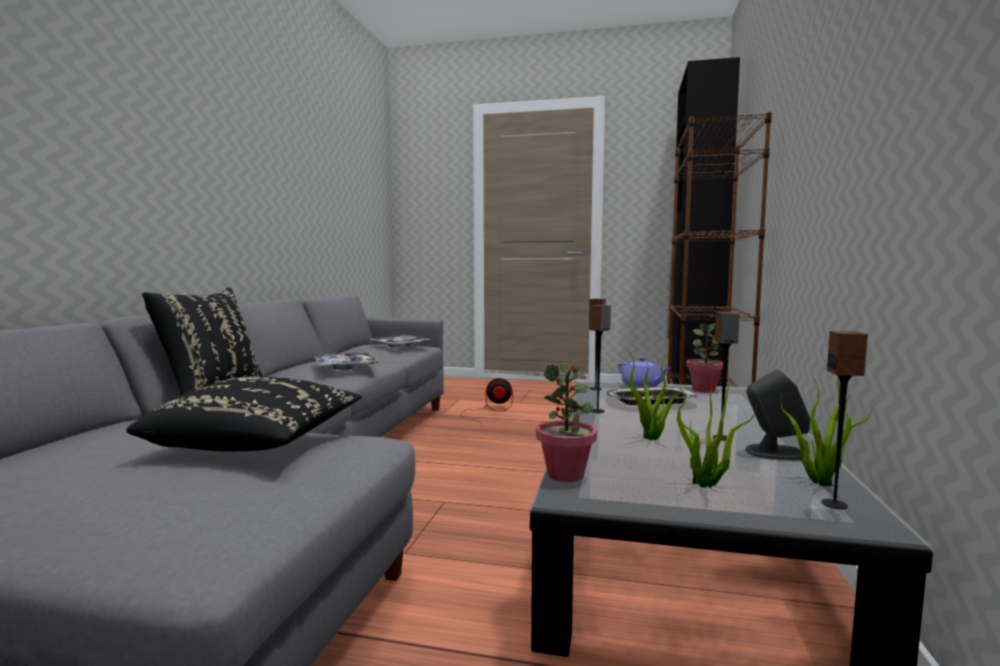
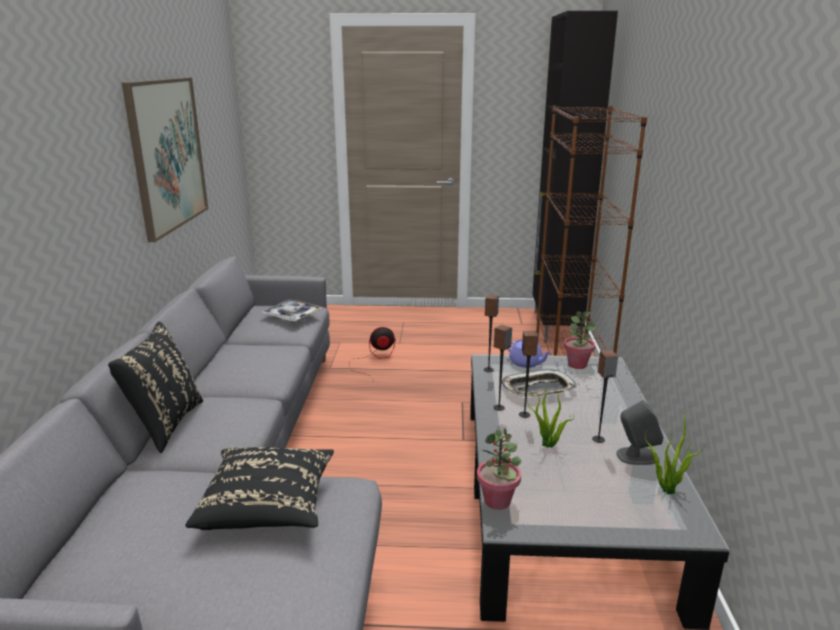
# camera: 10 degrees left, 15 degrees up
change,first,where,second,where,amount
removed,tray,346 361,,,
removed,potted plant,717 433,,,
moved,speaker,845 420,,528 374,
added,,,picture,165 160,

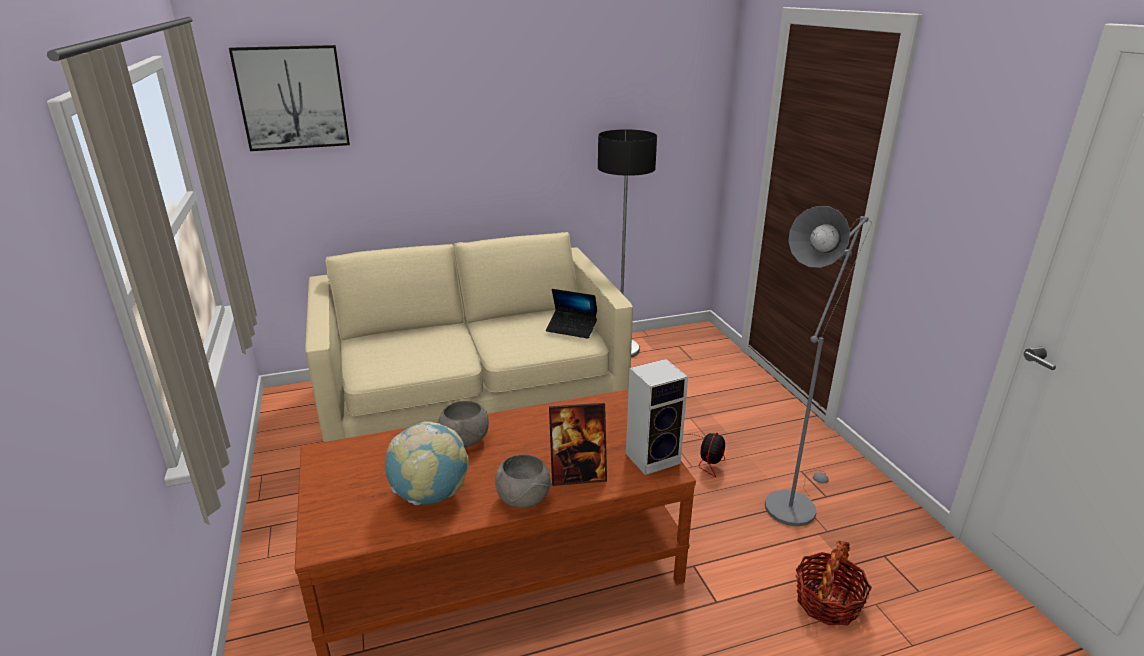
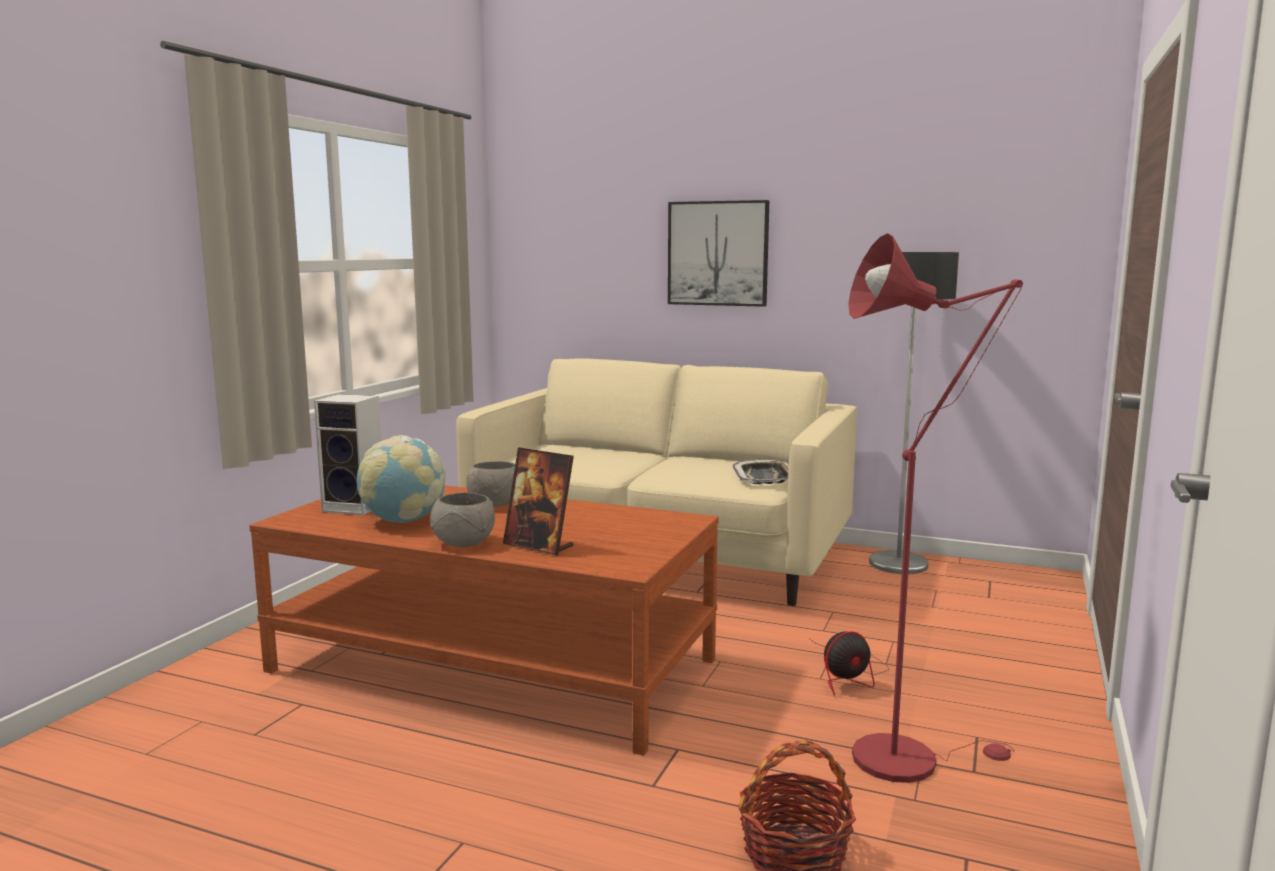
# camera: 40 degrees right, 15 degrees down
change,first,where,second,where,amount
moved,picture,289 98,,718 253,
replaced,laptop,571 314,tray,761 471,
moved,speaker,657 417,,347 454,
recoloured,floor lamp (grey),818 366,floor lamp (red),935 508,

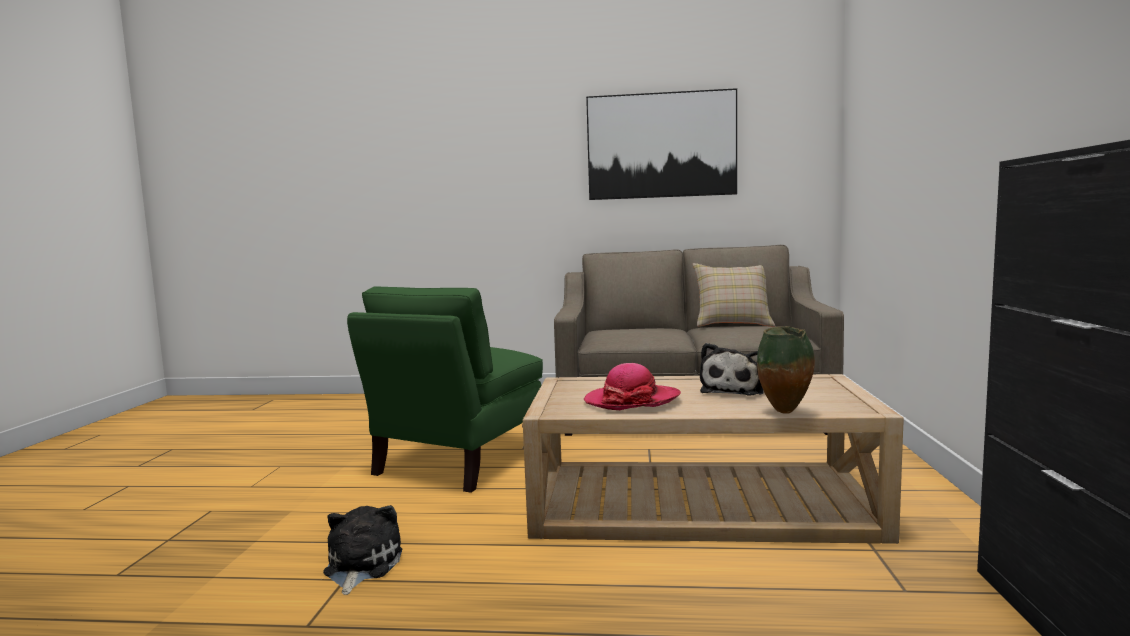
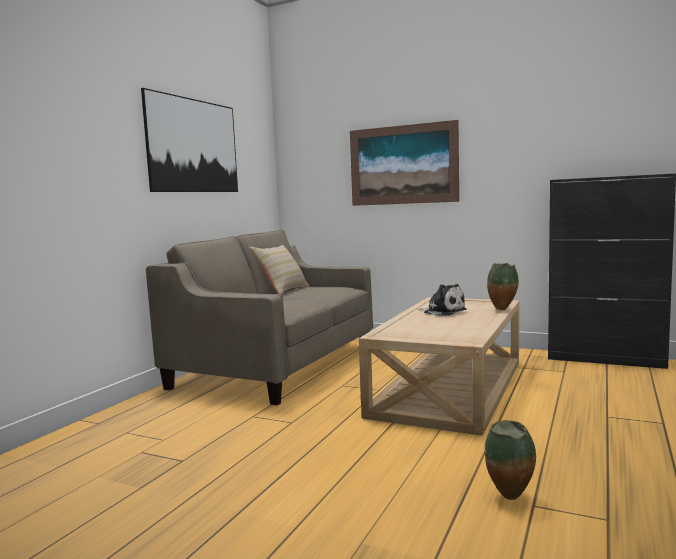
# camera: 70 degrees left, 0 degrees up
change,first,where,second,where,amount
replaced,plush toy,362 550,vase,510 460,
removed,armchair (green),445 389,,,
removed,hat,632 386,,,
added,,,picture,404 163,

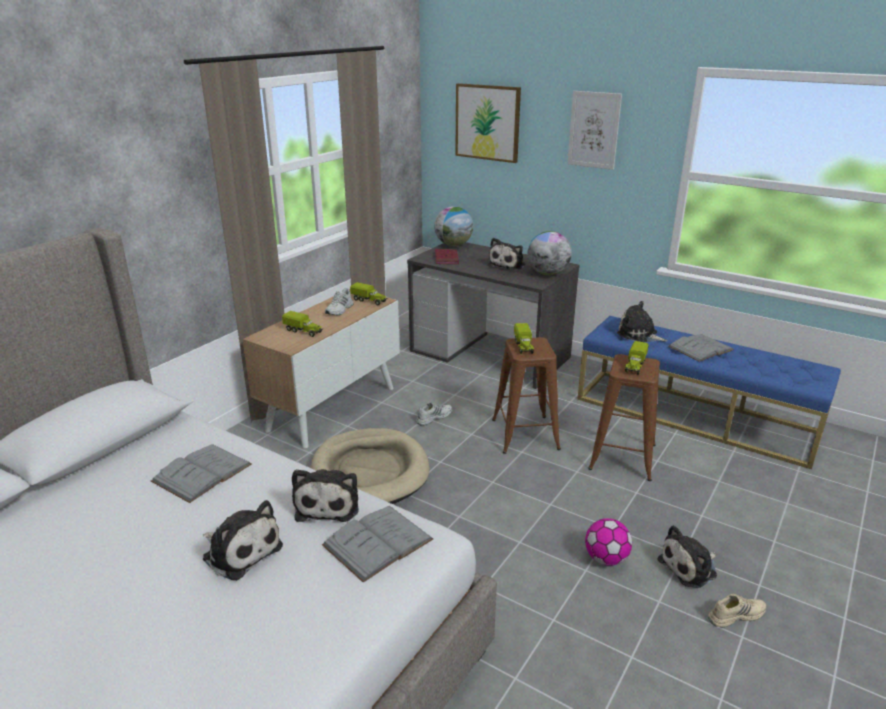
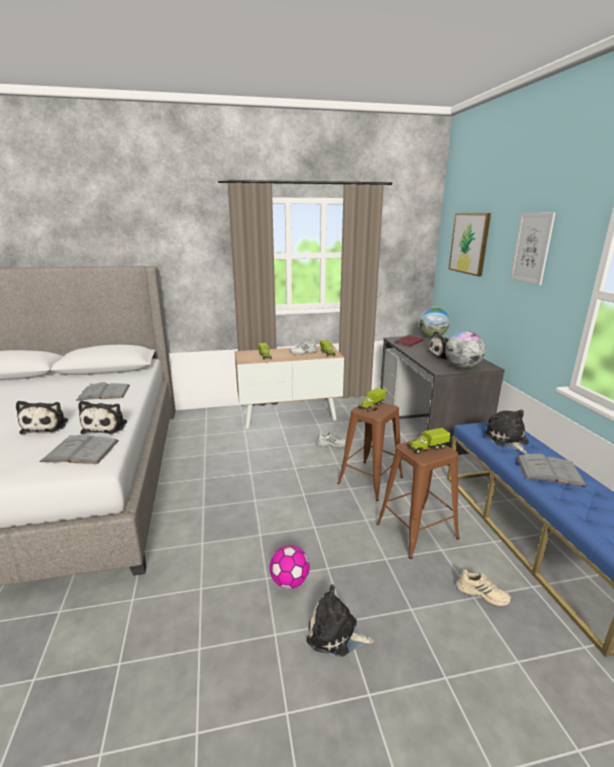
# camera: 45 degrees right, 5 degrees down
change,first,where,second,where,amount
turned,plush toy,325 495,,102 417,45 degrees counterclockwise
removed,dog bed (beige),370 466,,,
moved,shoe (beige),737 611,,483 588,

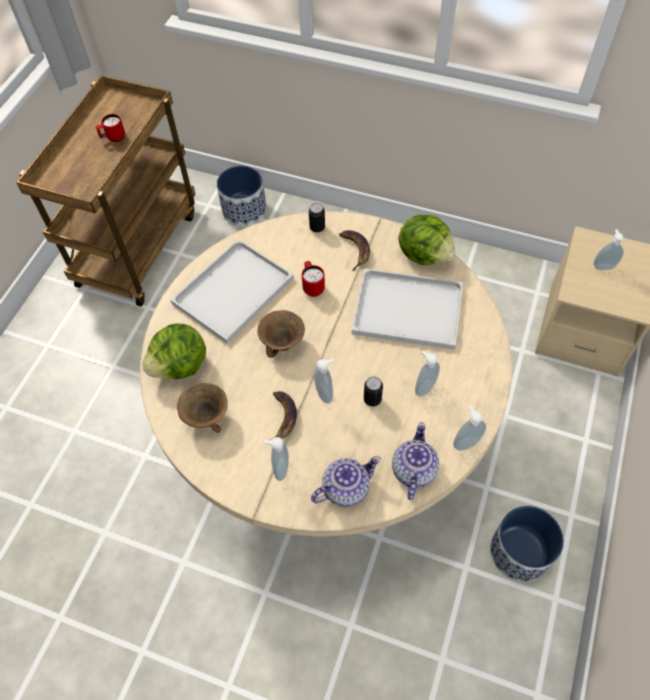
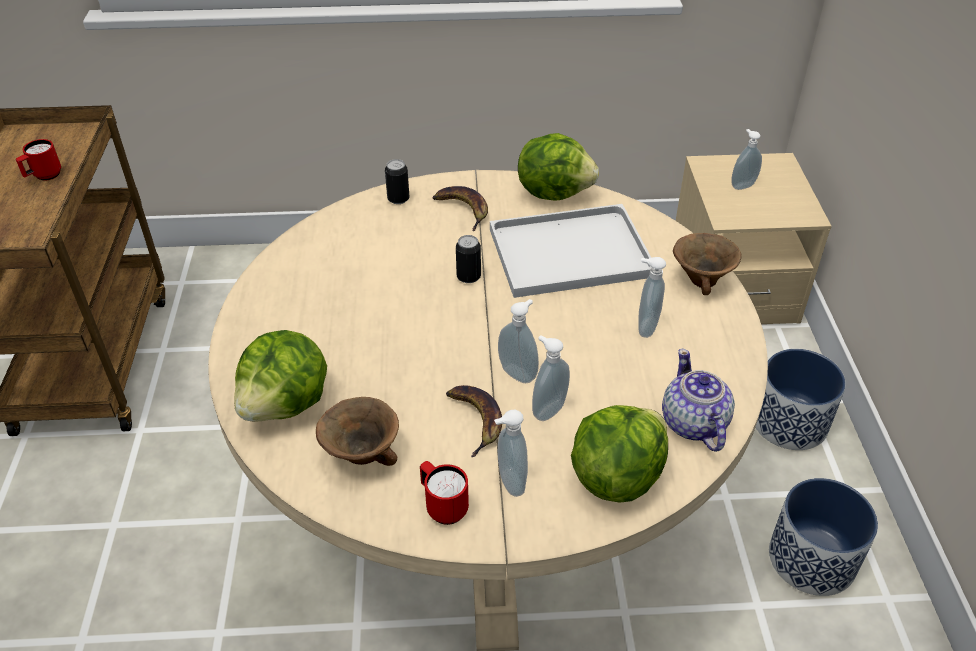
# camera: 25 degrees left, 15 degrees down
change,first,where,second,where,amount
removed,tray (white),232 291,,,
moved,planter,241 195,,800 399,
moved,bowl (brown),281 334,,707 264,
moved,mug (red),313 279,,444 493,
replaced,teapot,346 481,lettuce,619 453,
moved,can,373 391,,468 259,
moved,soap dispenser,469 428,,551 378,

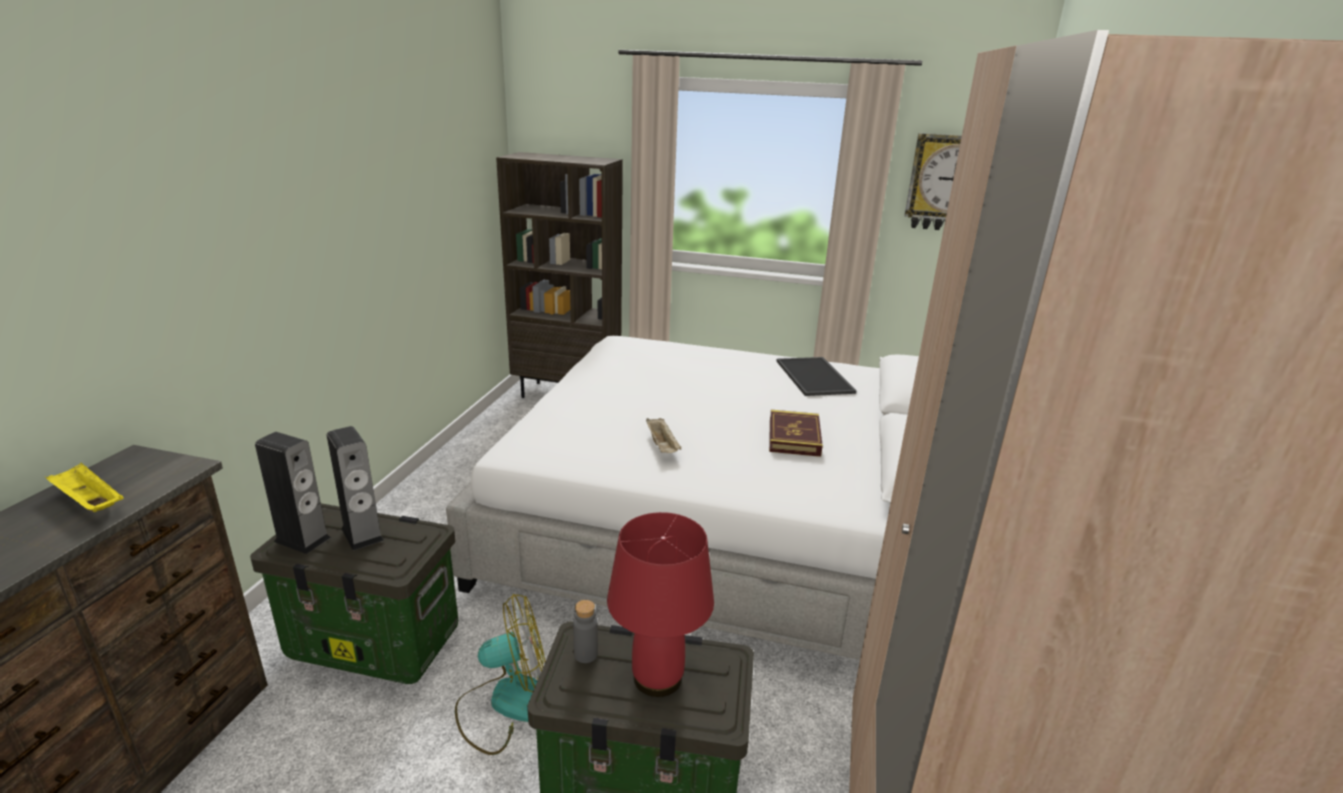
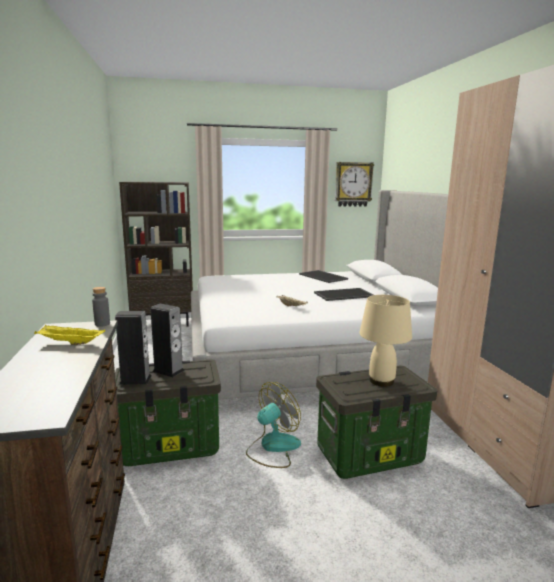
# camera: 25 degrees left, 10 degrees down
change,first,where,second,where,amount
moved,bottle (grey),585 631,,101 307,
recoloured,table lamp (red),660 604,table lamp (beige),386 341,
replaced,book,796 433,tray,343 294,

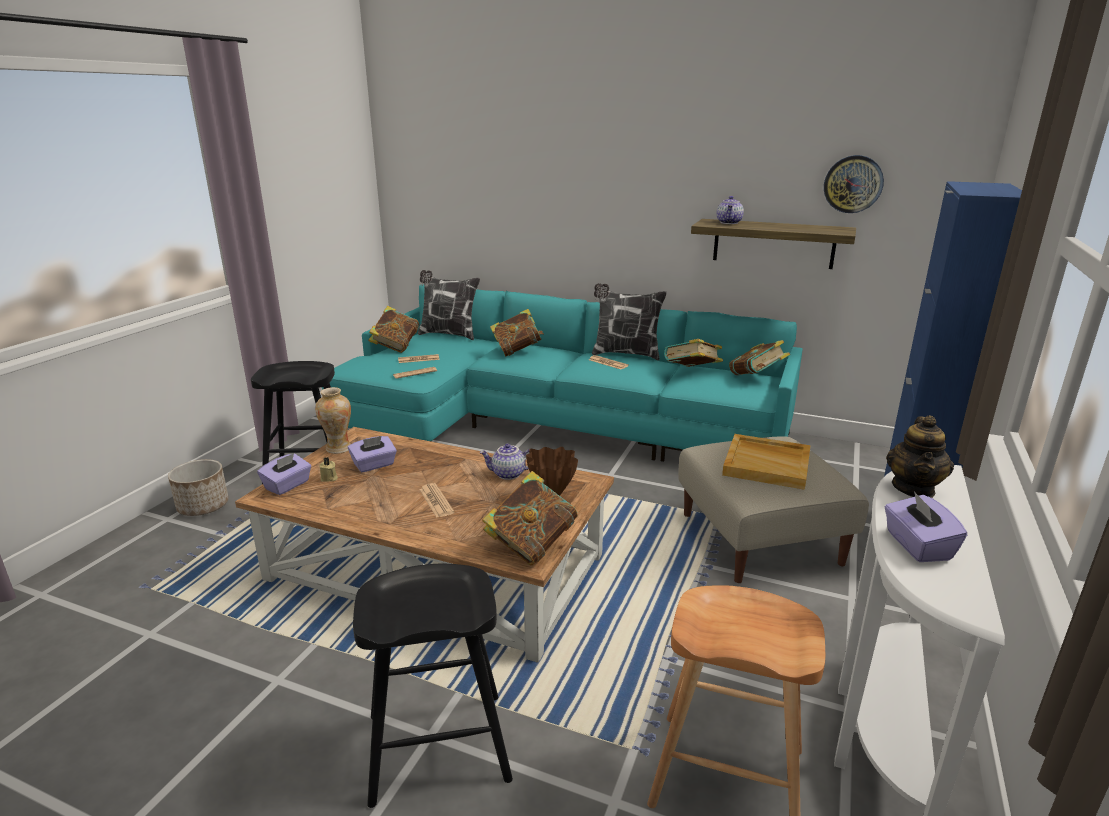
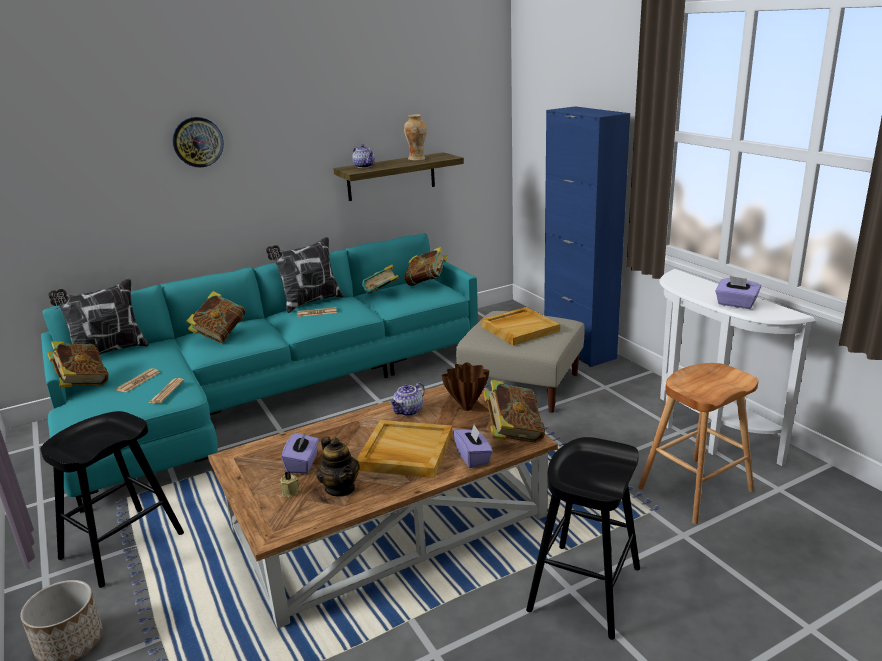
# camera: 50 degrees left, 0 degrees up
change,first,where,second,where,amount
moved,tissue box (purple),284 474,,473 446,
moved,vase,333 420,,415 137,
replaced,newspaper,436 500,tray (beige),404 449,
moved,wall clock,854 184,,198 142,
moved,teapot,920 456,,337 466,

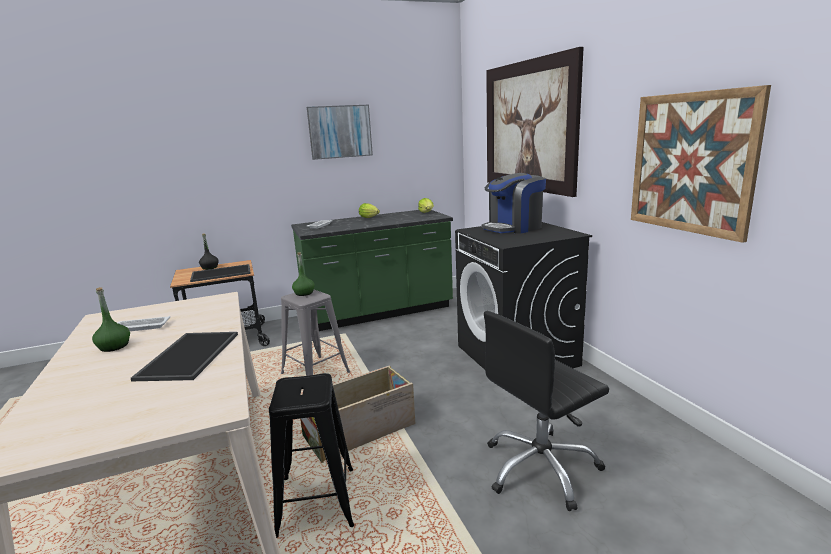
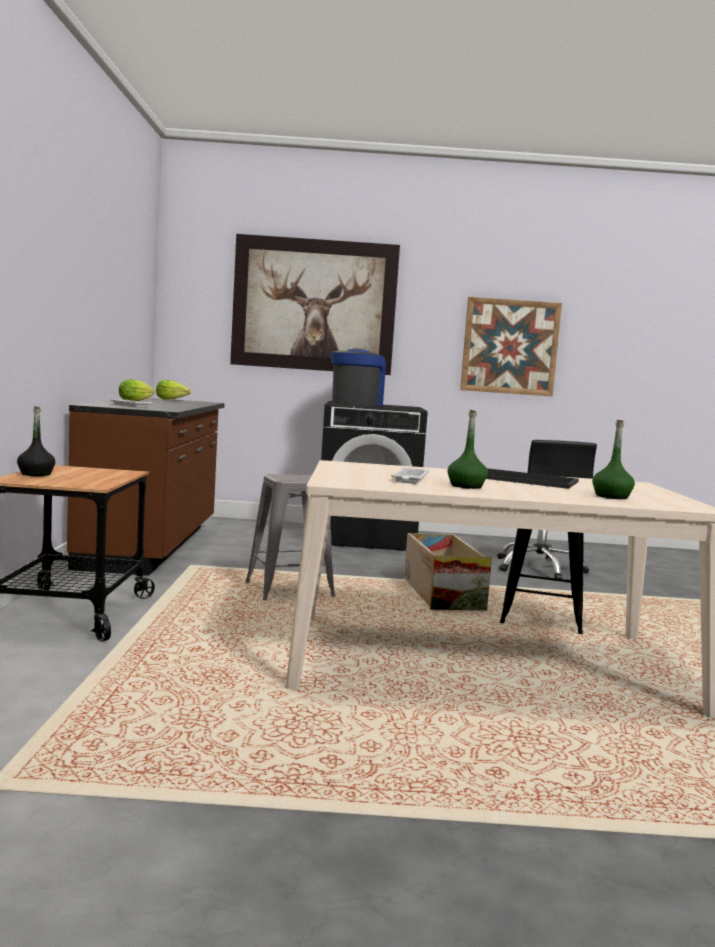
# camera: 70 degrees left, 10 degrees down
change,first,where,second,where,amount
removed,tray,220 273,,,
recoloured,counter (green),372 270,counter (brown),145 487,
moved,bottle (green),303 274,,613 459,
removed,picture,340 132,,,
turned,coffee machine,513 203,,358 377,150 degrees counterclockwise

